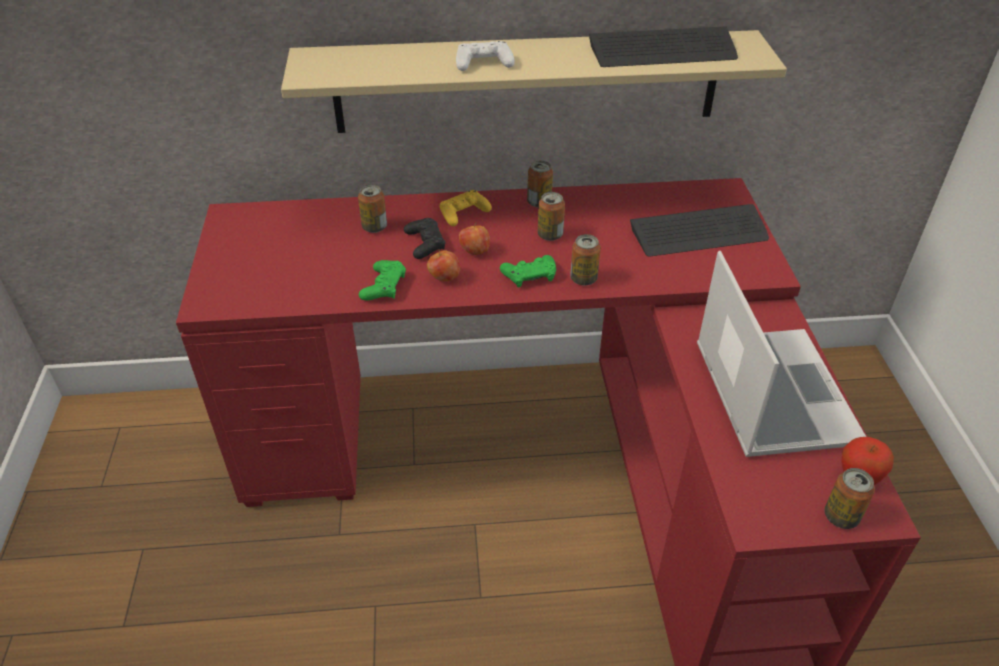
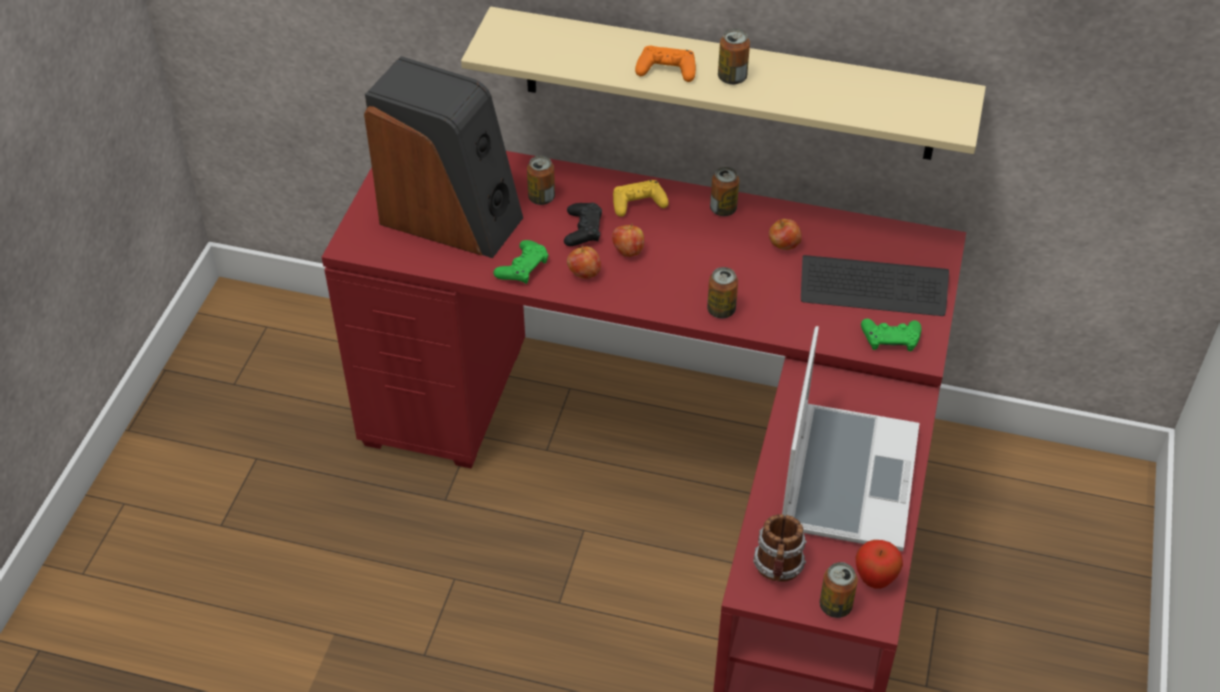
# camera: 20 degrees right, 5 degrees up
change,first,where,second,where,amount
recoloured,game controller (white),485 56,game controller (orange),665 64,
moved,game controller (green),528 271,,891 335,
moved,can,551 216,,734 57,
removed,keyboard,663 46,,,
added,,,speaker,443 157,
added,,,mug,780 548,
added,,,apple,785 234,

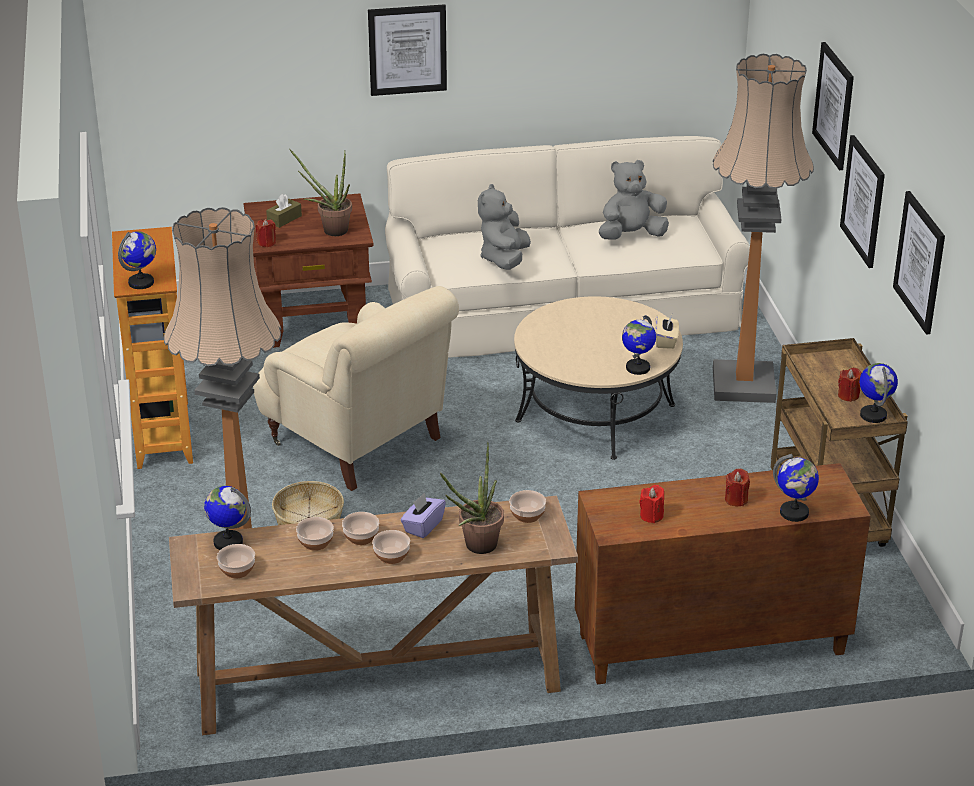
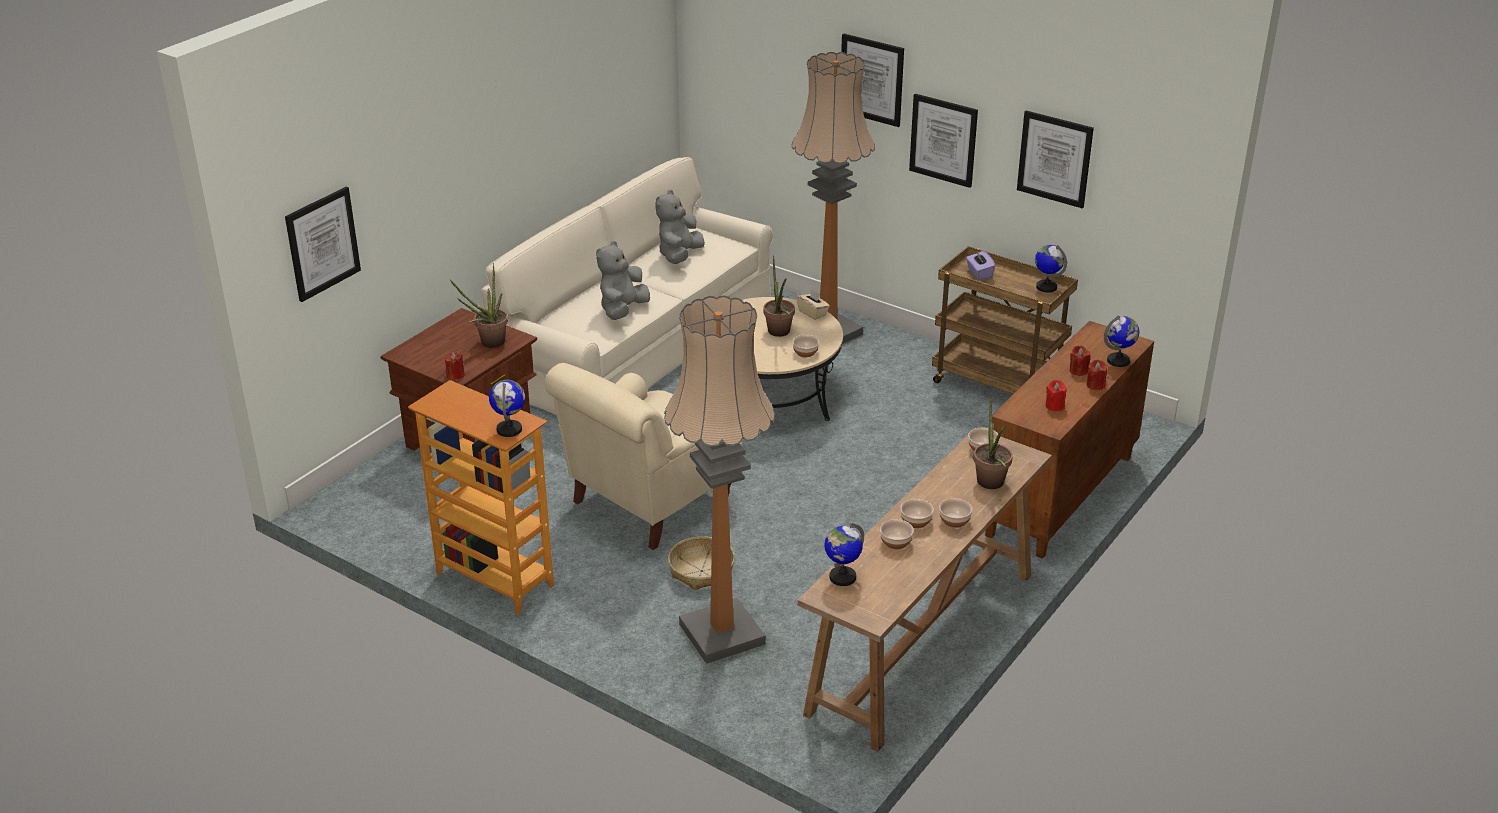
# camera: 45 degrees left, 0 degrees up
change,first,where,second,where,amount
moved,bowl,236 561,,805 346,
turned,armchair (beige),356 388,,644 456,135 degrees clockwise
removed,tissue box (brown),284 211,,,
moved,picture,407 50,,323 244,
moved,tissue box (purple),423 515,,980 265,
turned,plush toy (grey),504 227,,623 280,60 degrees clockwise
removed,globe,639 345,,,
moved,candle (red),849 384,,1096 374,
added,,,potted plant,779 296,

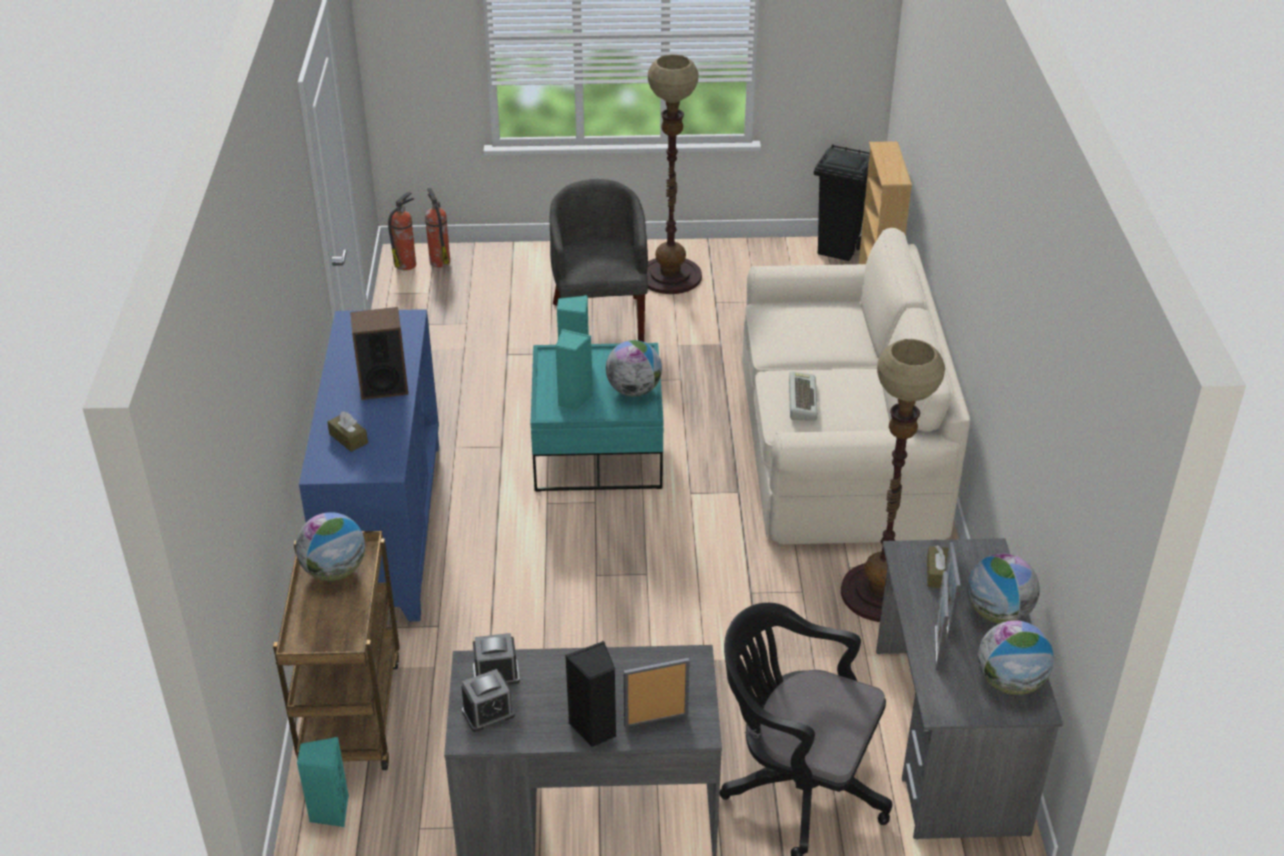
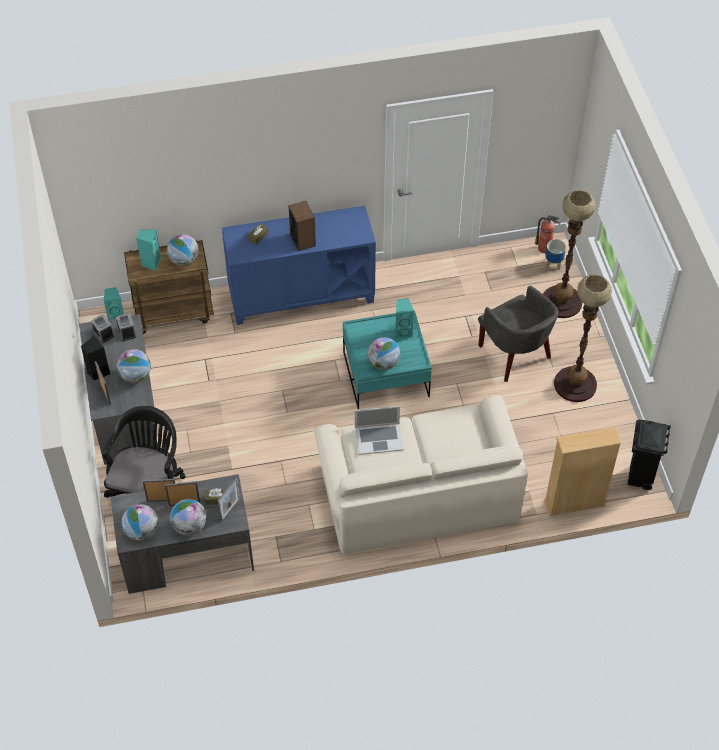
# camera: 80 degrees right, 15 degrees up
change,first,where,second,where,amount
replaced,fire extinguisher,437 227,planter,555 254,
turned,armchair (grey),599 260,,518 334,75 degrees clockwise
moved,speaker (turquoise),574 369,,148 250,
replaced,keyboard,803 396,laptop,379 430,
moved,floor lamp,893 480,,569 254,
added,,,globe,134 366,
added,,,picture frame,229 499,

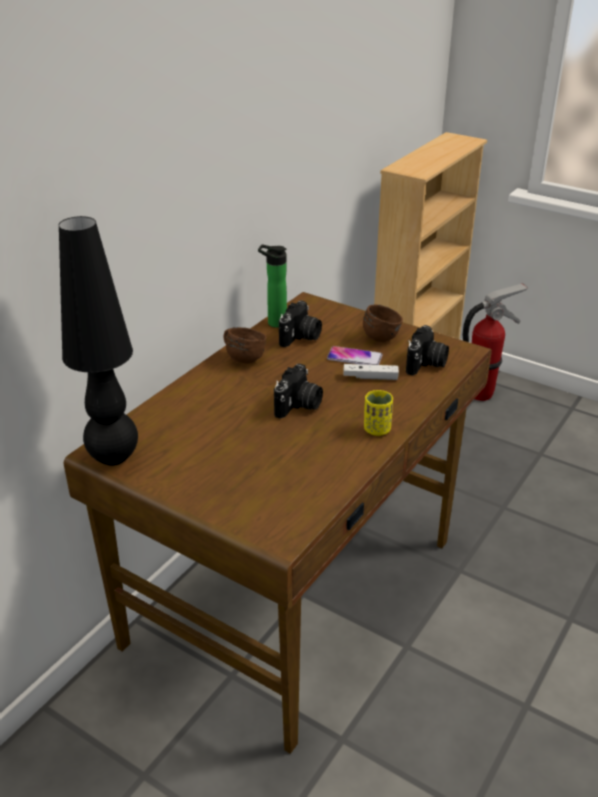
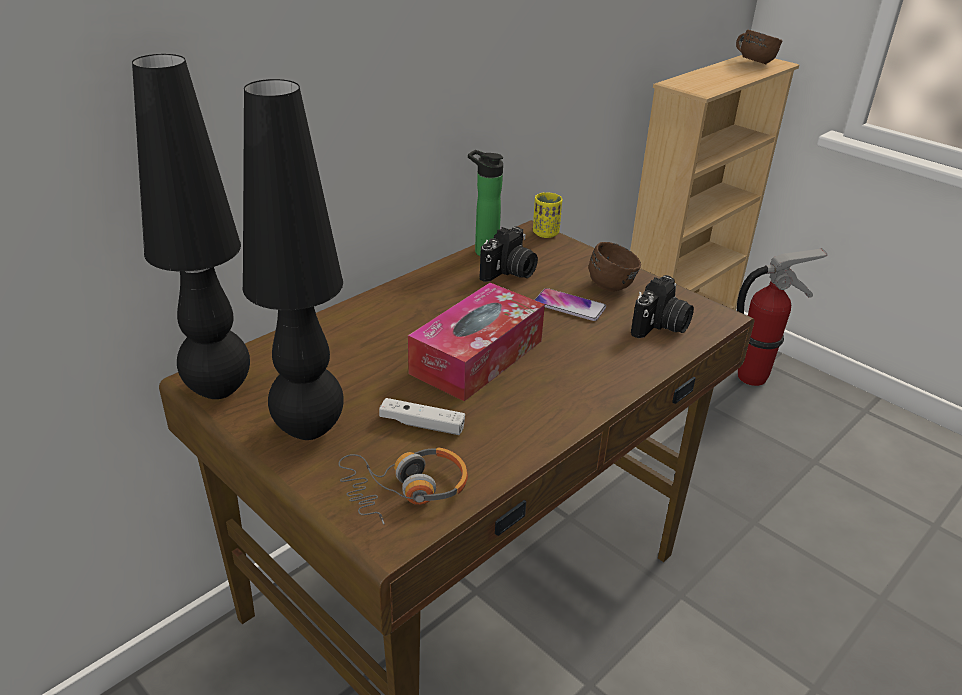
# camera: 10 degrees right, 0 degrees up
change,first,where,second,where,amount
moved,mug (brown),245 345,,759 47,
replaced,photo camera,298 391,tissue box,476 342,
moved,game controller (white),371 372,,422 416,
moved,cup (yellow),378 413,,547 215,
added,,,table lamp (black),293 259,
added,,,headphones,403 486,

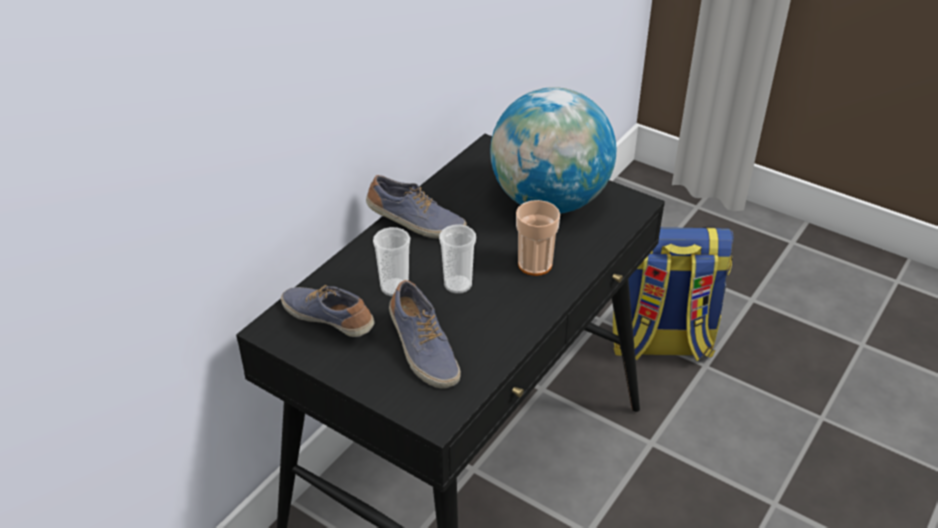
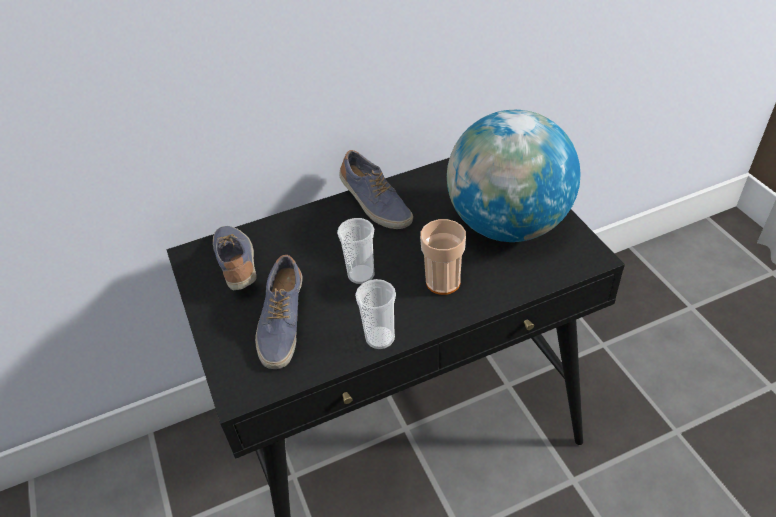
# camera: 35 degrees right, 5 degrees up
change,first,where,second,where,amount
moved,cup,391 261,,375 314,
removed,backpack,673 294,,,

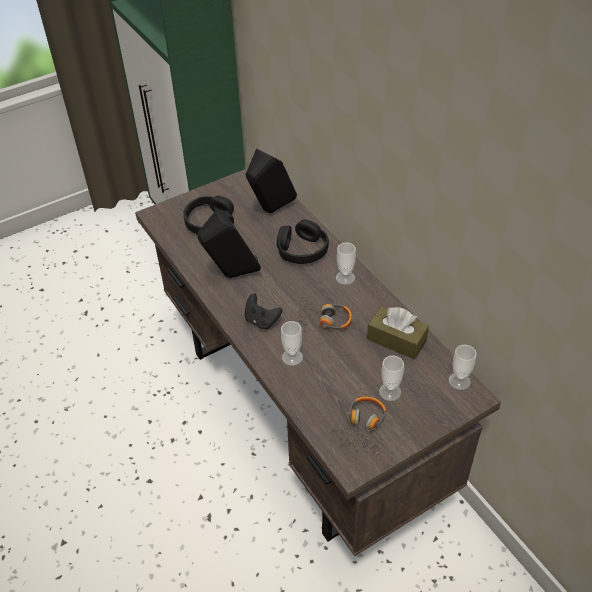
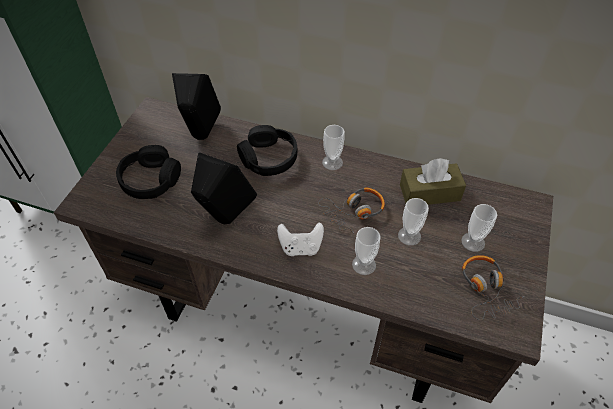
# camera: 40 degrees left, 5 degrees up
change,first,where,second,where,amount
recoloured,game controller (black),263 311,game controller (white),300 239,
moved,cup,463 367,,413 222,

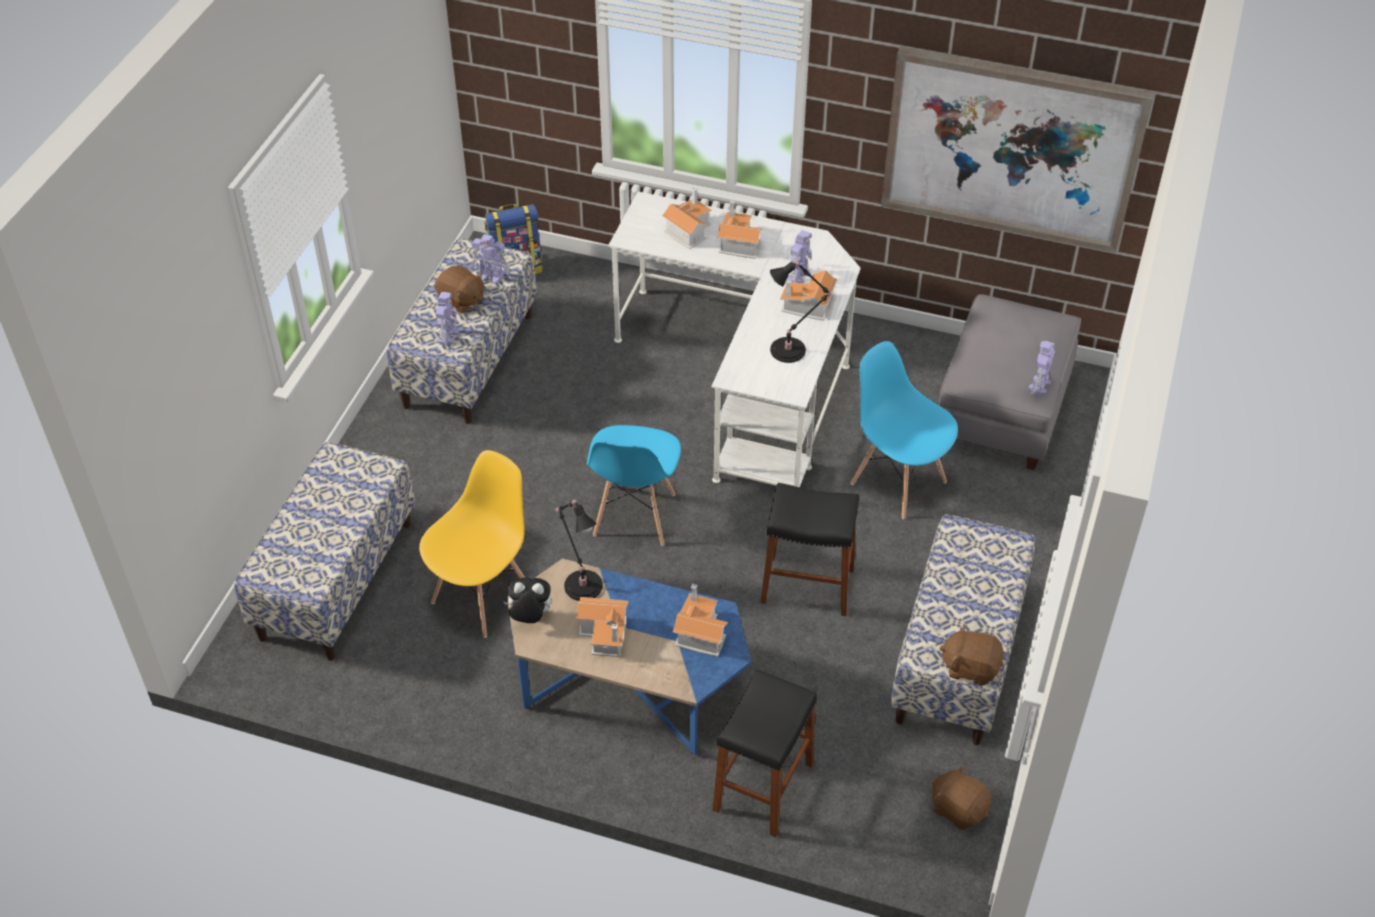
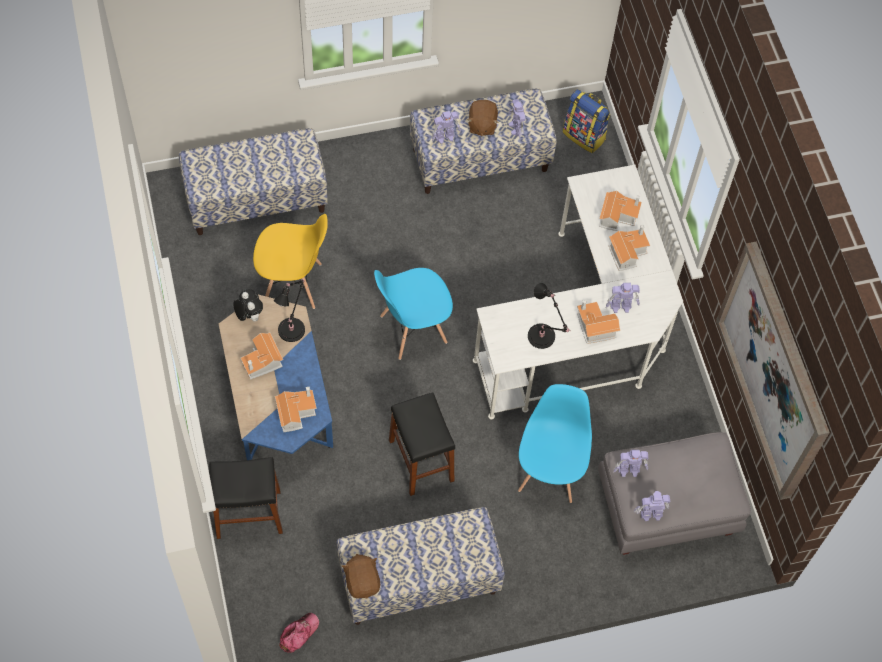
# camera: 55 degrees right, 15 degrees up
change,first,where,second,where,amount
replaced,plush toy (brown),961 797,cap,299 633,
added,,,toy robot,630 463,

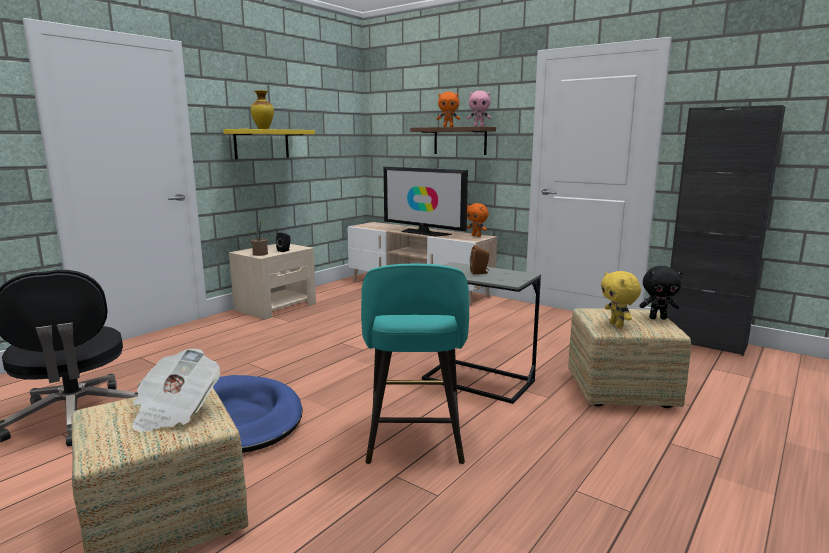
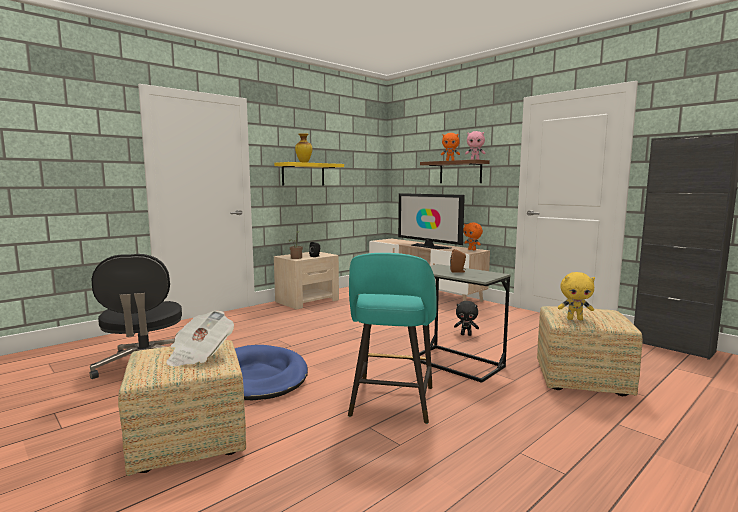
# camera: 10 degrees right, 5 degrees down
change,first,where,second,where,amount
turned,plush toy (yellow),621 299,,576 296,75 degrees counterclockwise
moved,plush toy (black),661 293,,466 318,

